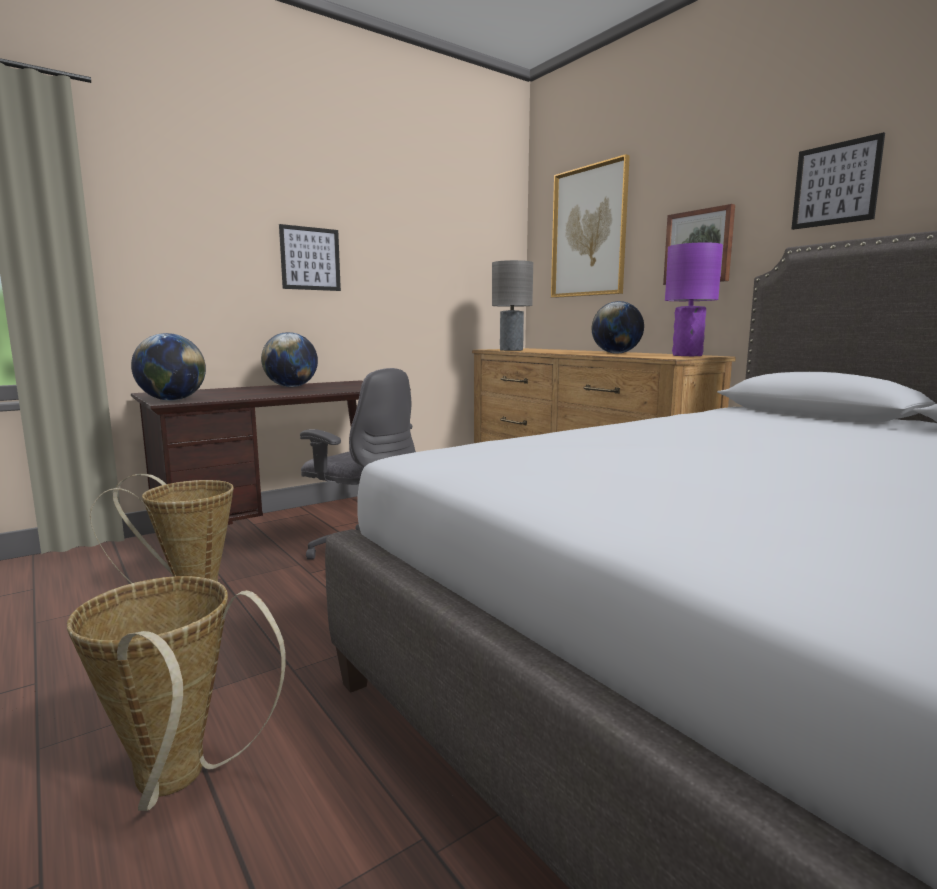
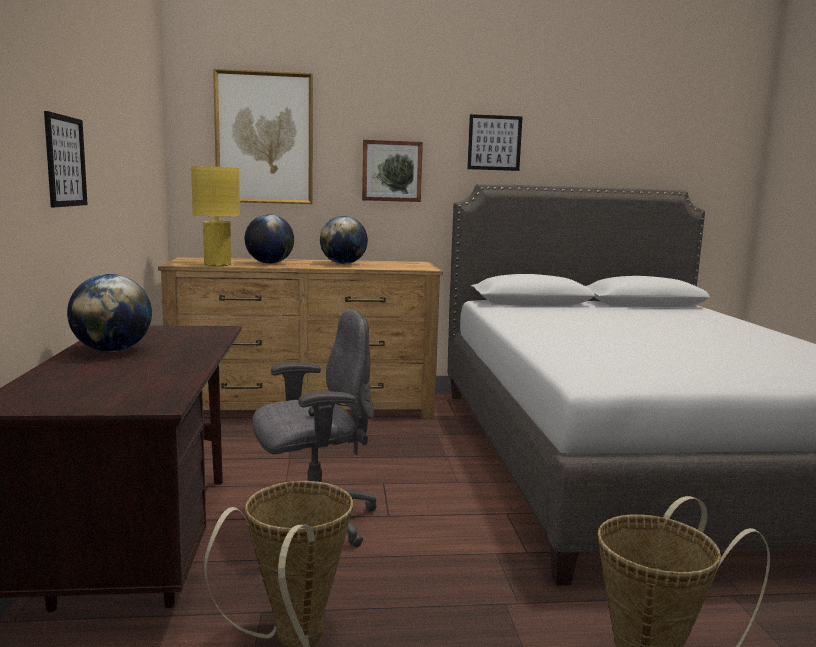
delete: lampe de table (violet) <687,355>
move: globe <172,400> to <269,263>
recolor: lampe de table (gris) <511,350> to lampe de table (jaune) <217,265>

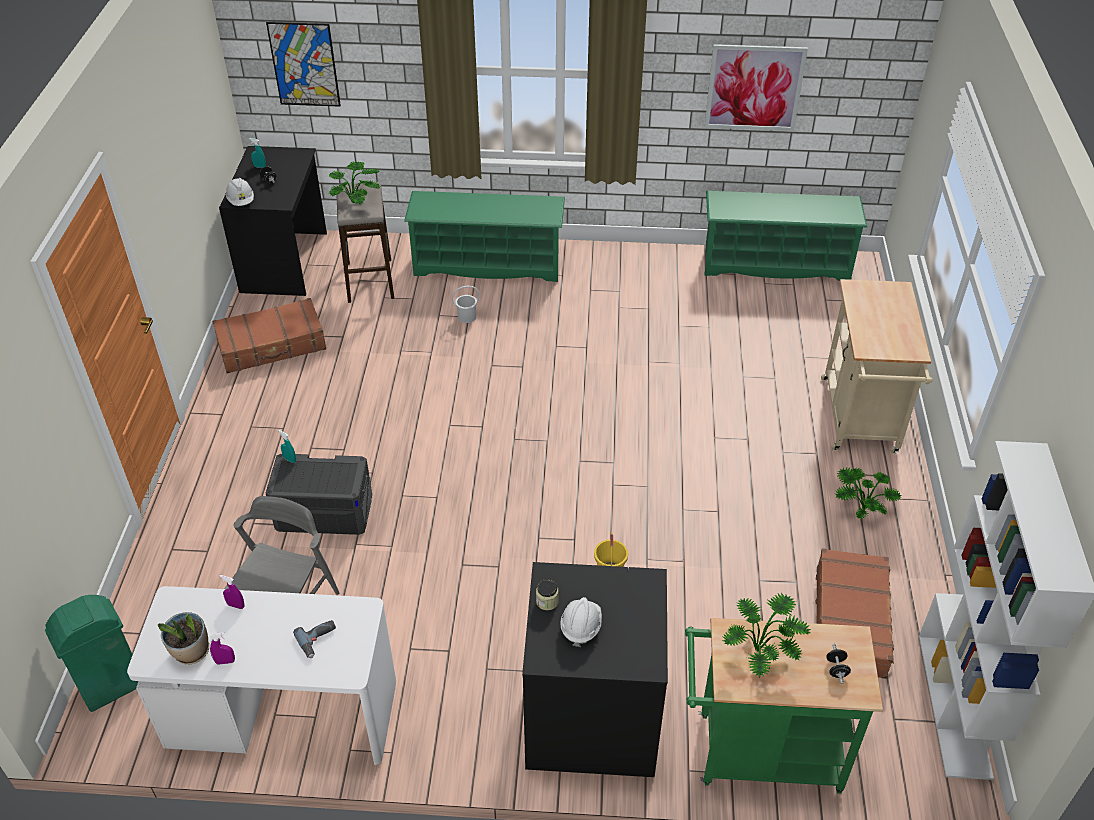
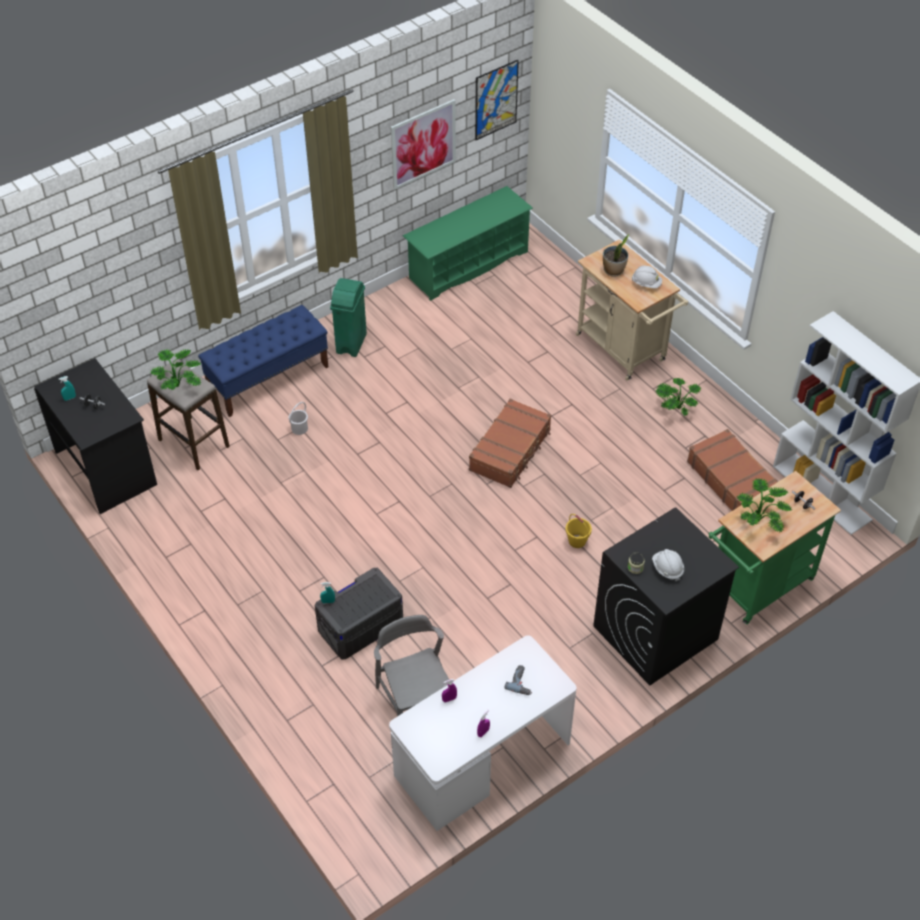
move: poubelle (vert) <111,686> to <351,344>; plante en pot <191,652> to <614,271>; valise (marron) <272,345> to <511,450>; casque de chantier (blanc) <241,201> to <646,284>; tableau <304,64> to <496,100>
replace: étagère à chaussures (vert) <488,264> to banc (bleu) <268,378>

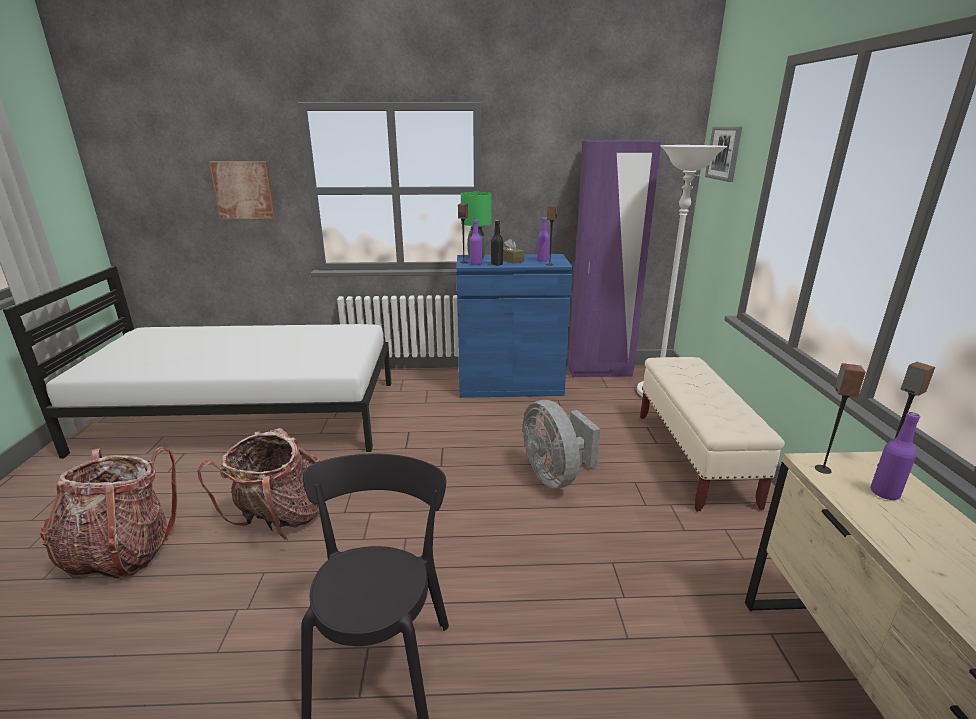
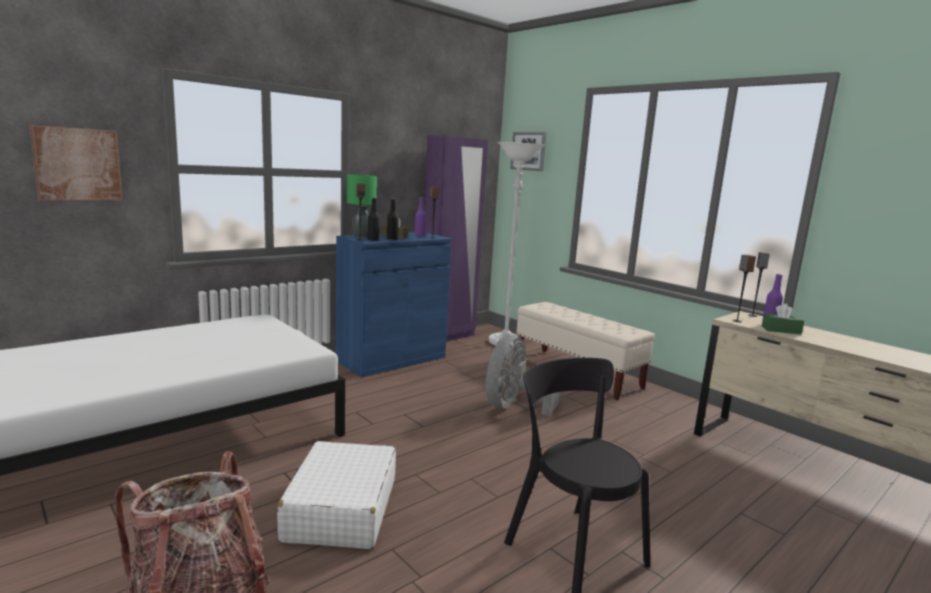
insert: boîte à mouchoirs (vert) <781,330>
replace: sac à dos <281,519> to valise (blanc) <341,509>
recolor: bouteille (violet) <476,263> to bouteille (noir) <373,240>
rotate: ventilateur (gris) <555,475> = <513,407> 90 degrees clockwise

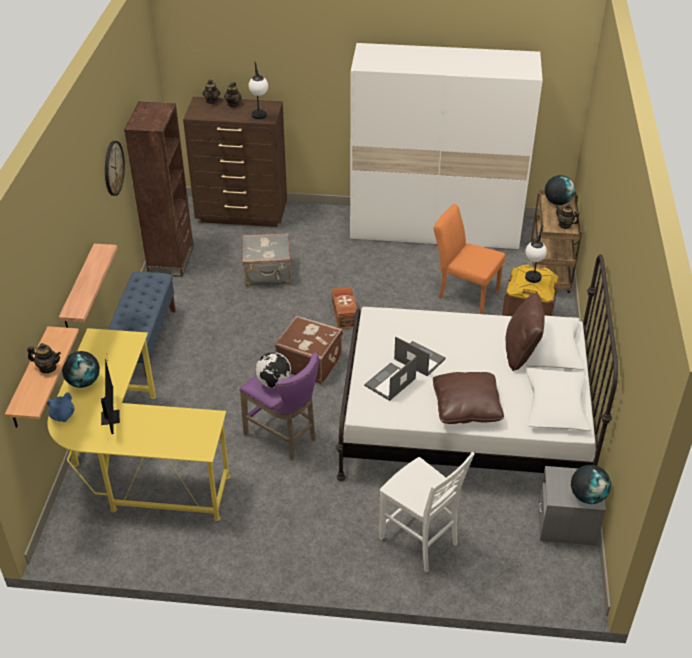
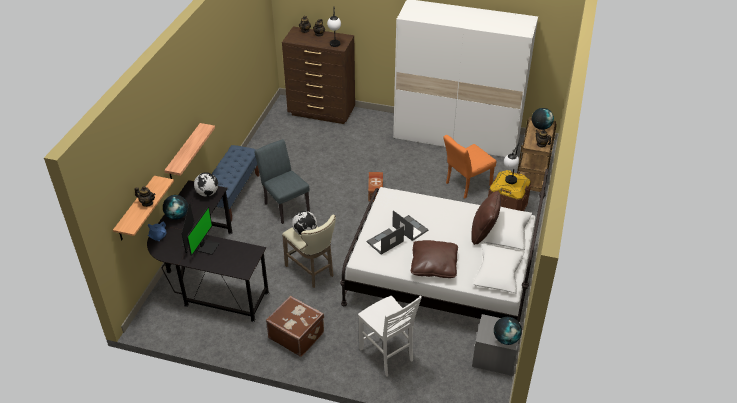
delete: horloge murale <113,168>; bibliothèque (marron) <171,260>; valise (gris) <268,274>
insert: écran d'ordinateur <207,247>; globe <207,193>; chaise (gris) <284,205>
move: valise (marron) <309,362> to <296,335>
recolor: bureau (jaune) <135,464> to bureau (noir) <208,276>; tabouret (violet) <284,437> to tabouret (beige) <312,271>
rotate: chaise (orange) <464,292> = <465,185> 75 degrees counterclockwise

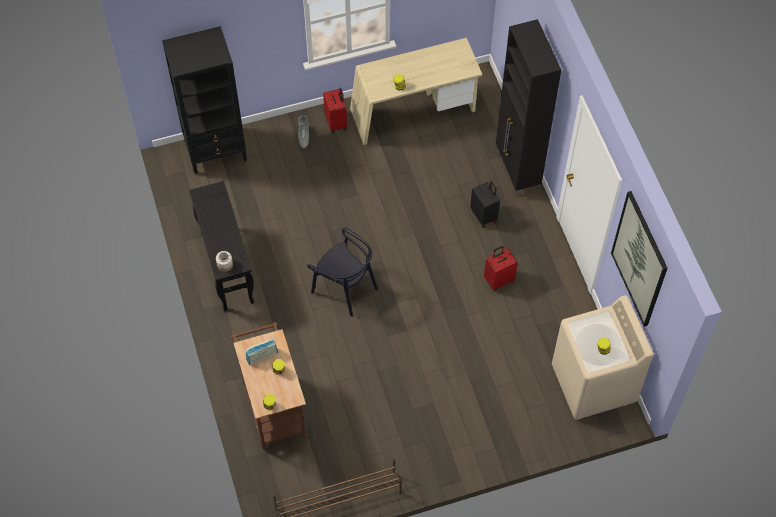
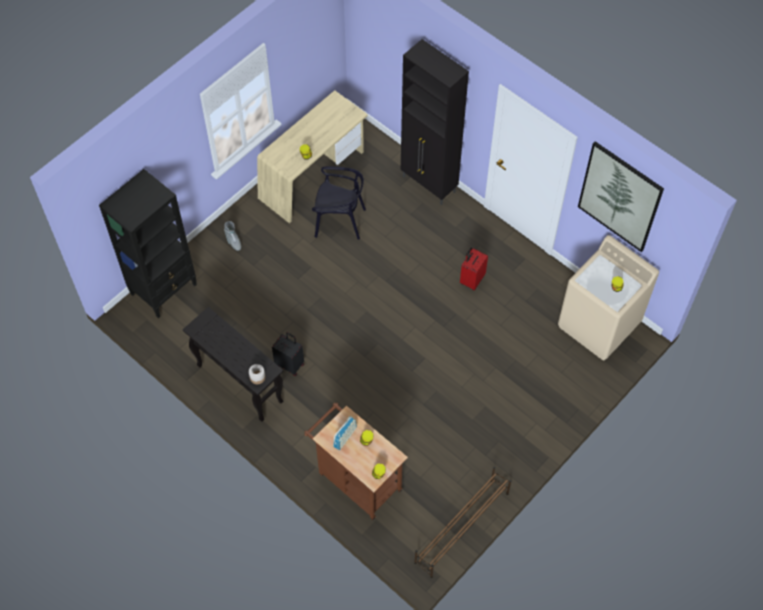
delete: valise (rouge) <336,122>
move: chaise (noir) <345,288> to <339,221>; valise (noir) <484,215> to <290,364>

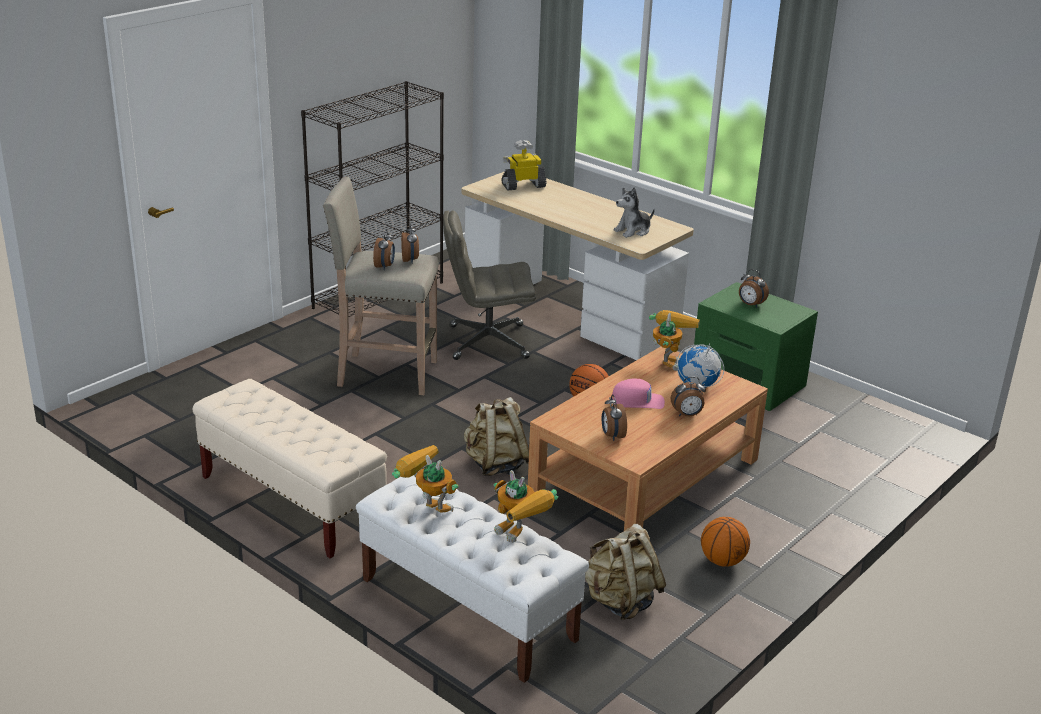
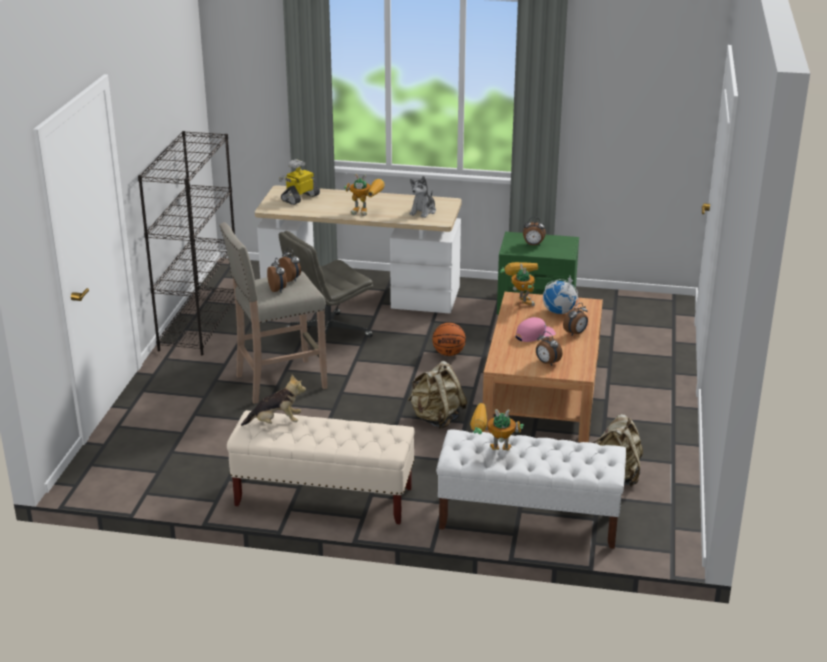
delete: ballon de basket <722,561>
insert: peluche <276,423>
move: robot jouet <521,536> to <367,212>

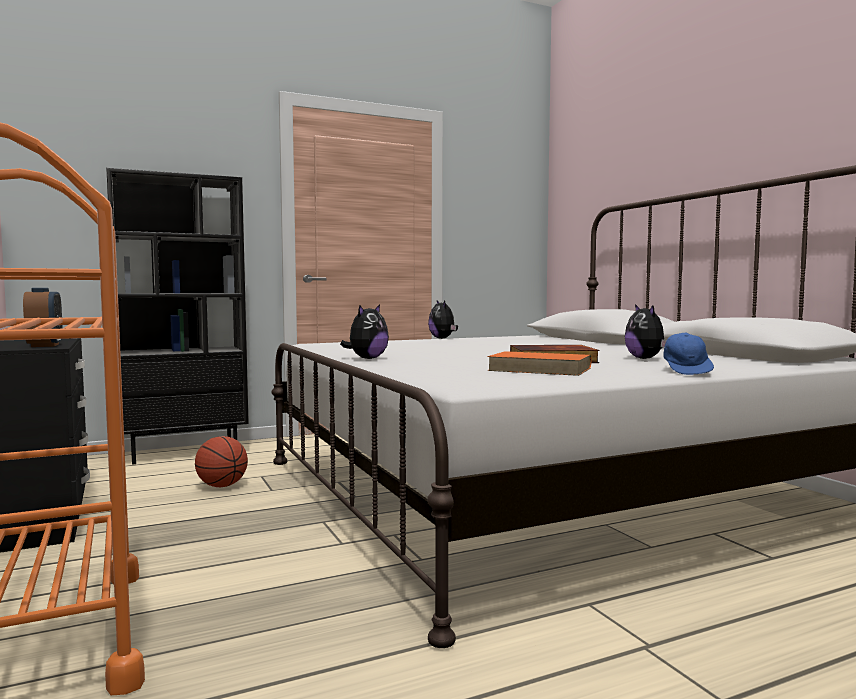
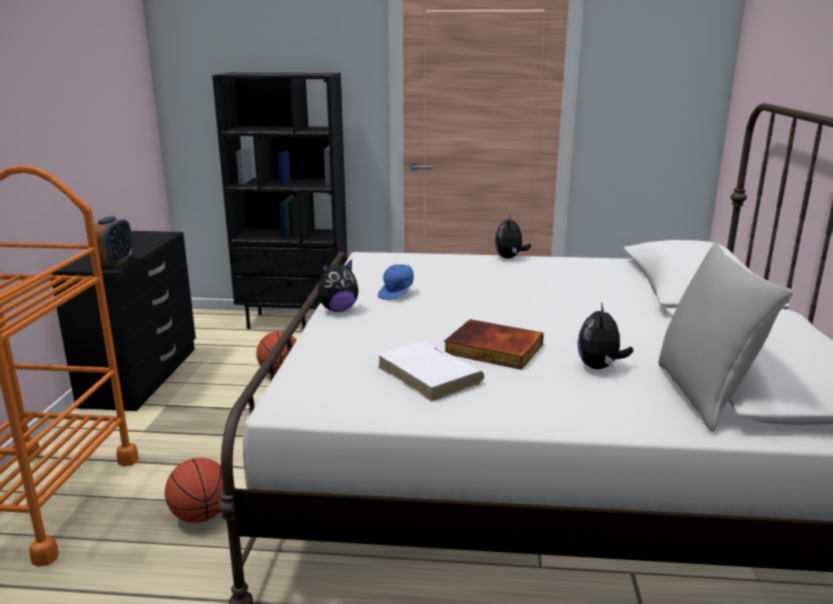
insert: ballon de basket <201,516>; coussin (gris) <703,395>
move: casquette (bleu) <686,371> to <397,293>
recolor: livre (orange) <541,369> to livre (blanc) <430,375>

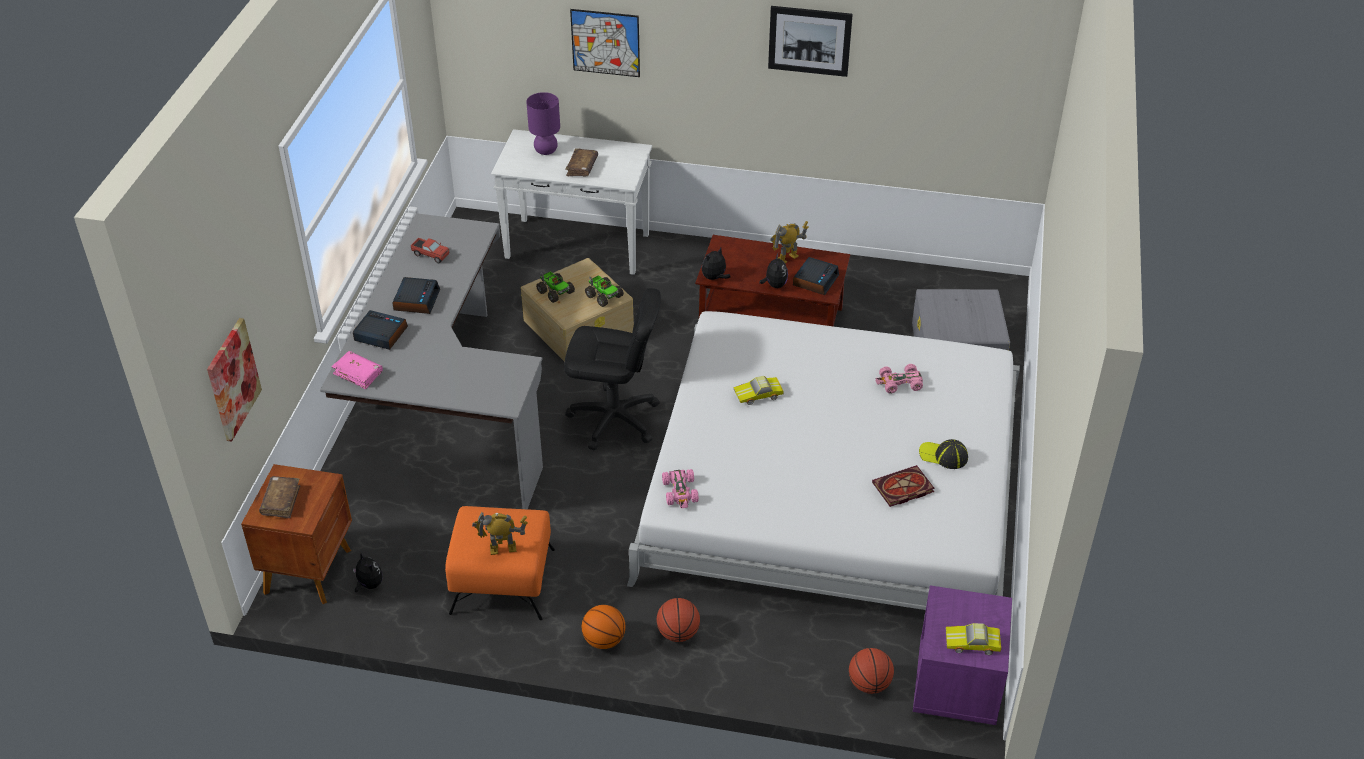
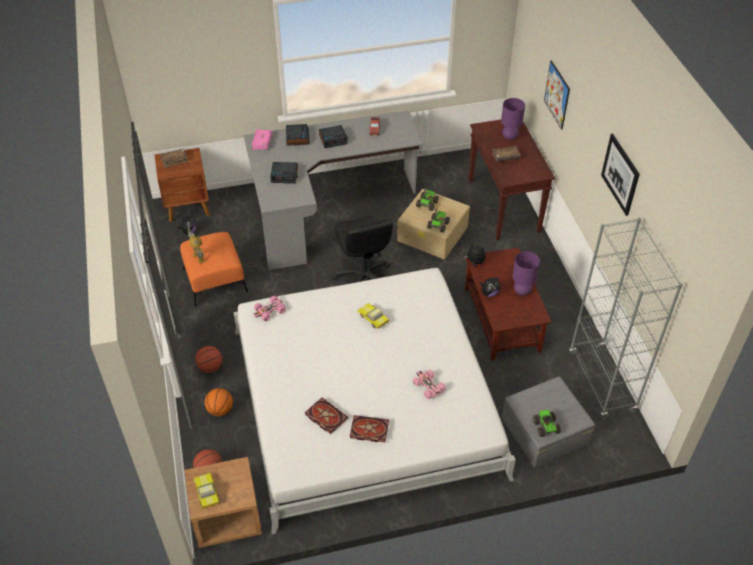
delete: tableau <233,379>
insert: camion jouet <546,427>; bibliothèque (gris) <602,382>
move: ballon de basket <604,640> to <220,410>; réveil <815,280> to <284,175>
replace: robot jouet <787,258> to lampe de table (violet) <521,291>; casquette <943,456> to livre <368,430>
recolor: table console (blanc) <579,246> to table console (marron) <504,206>; table de chevet (violet) <956,685> to table de chevet (marron) <227,519>

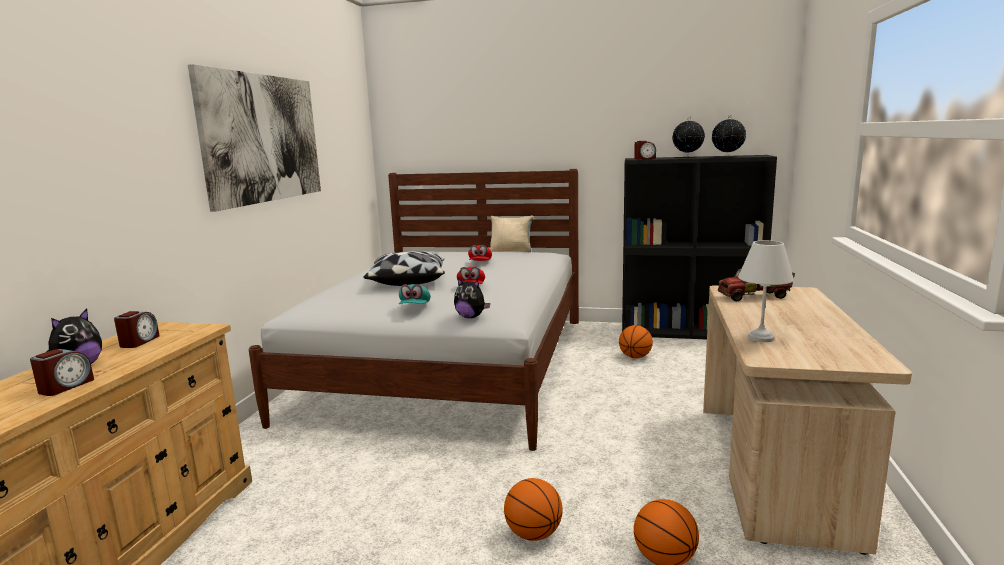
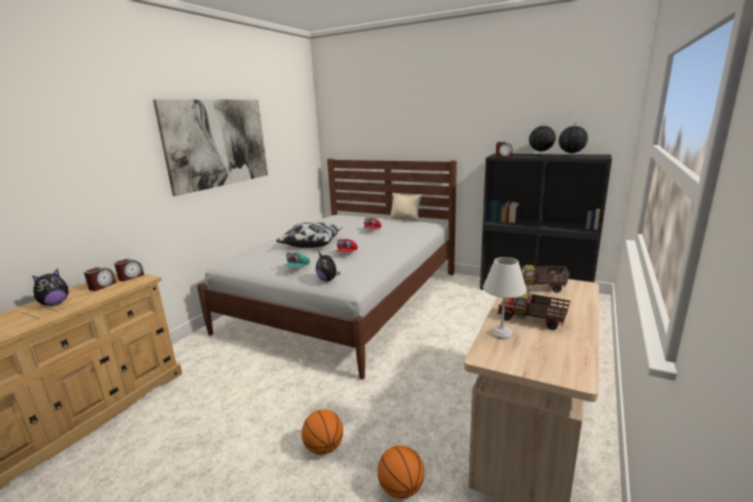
delete: ballon de basket <635,357>
insert: camion jouet <532,320>
move: réveil <66,386> to <131,277>

